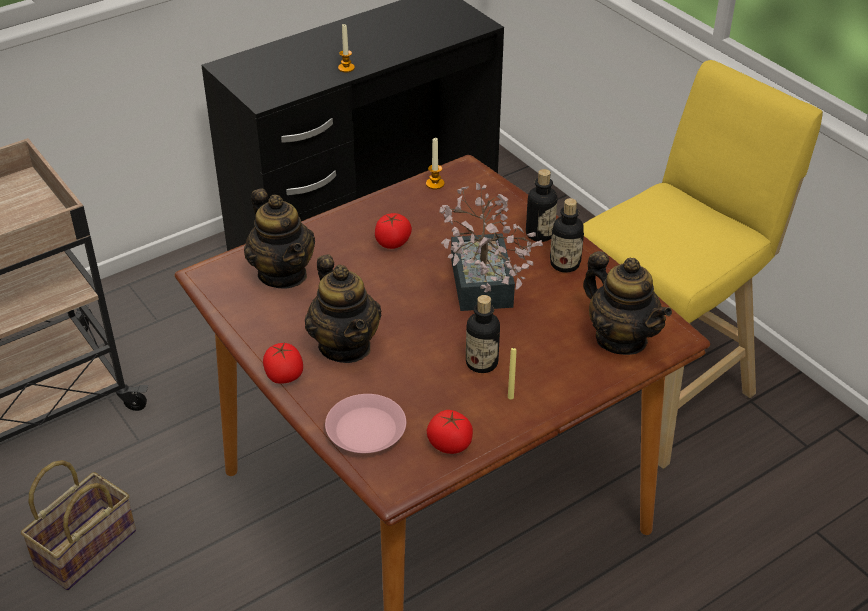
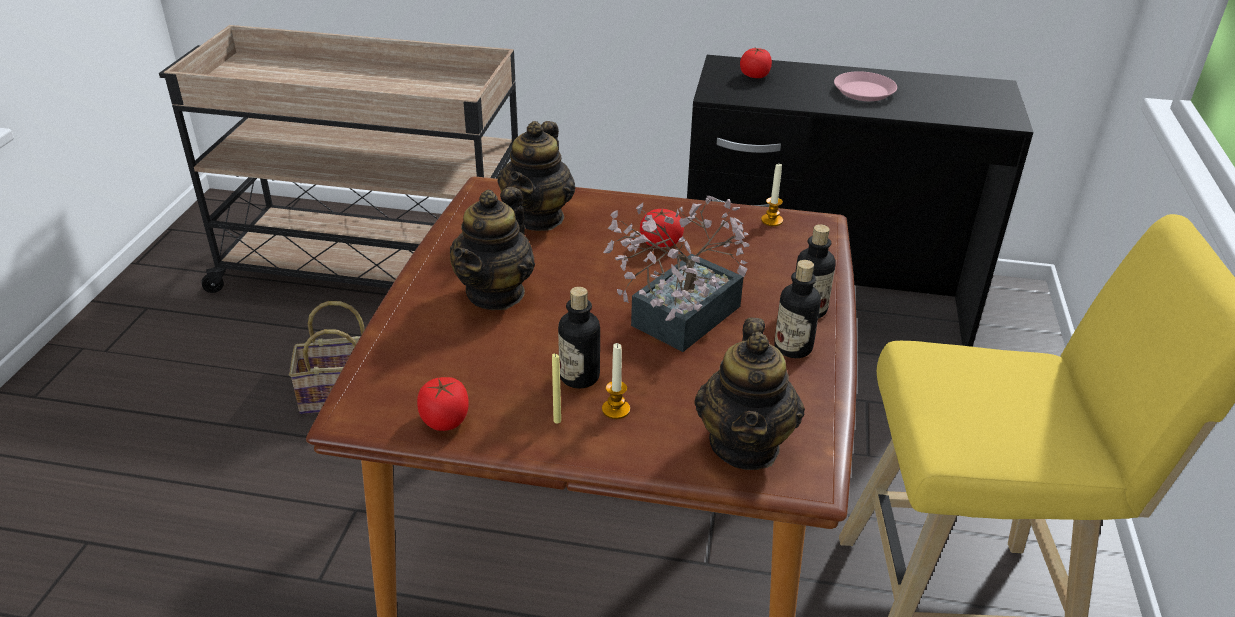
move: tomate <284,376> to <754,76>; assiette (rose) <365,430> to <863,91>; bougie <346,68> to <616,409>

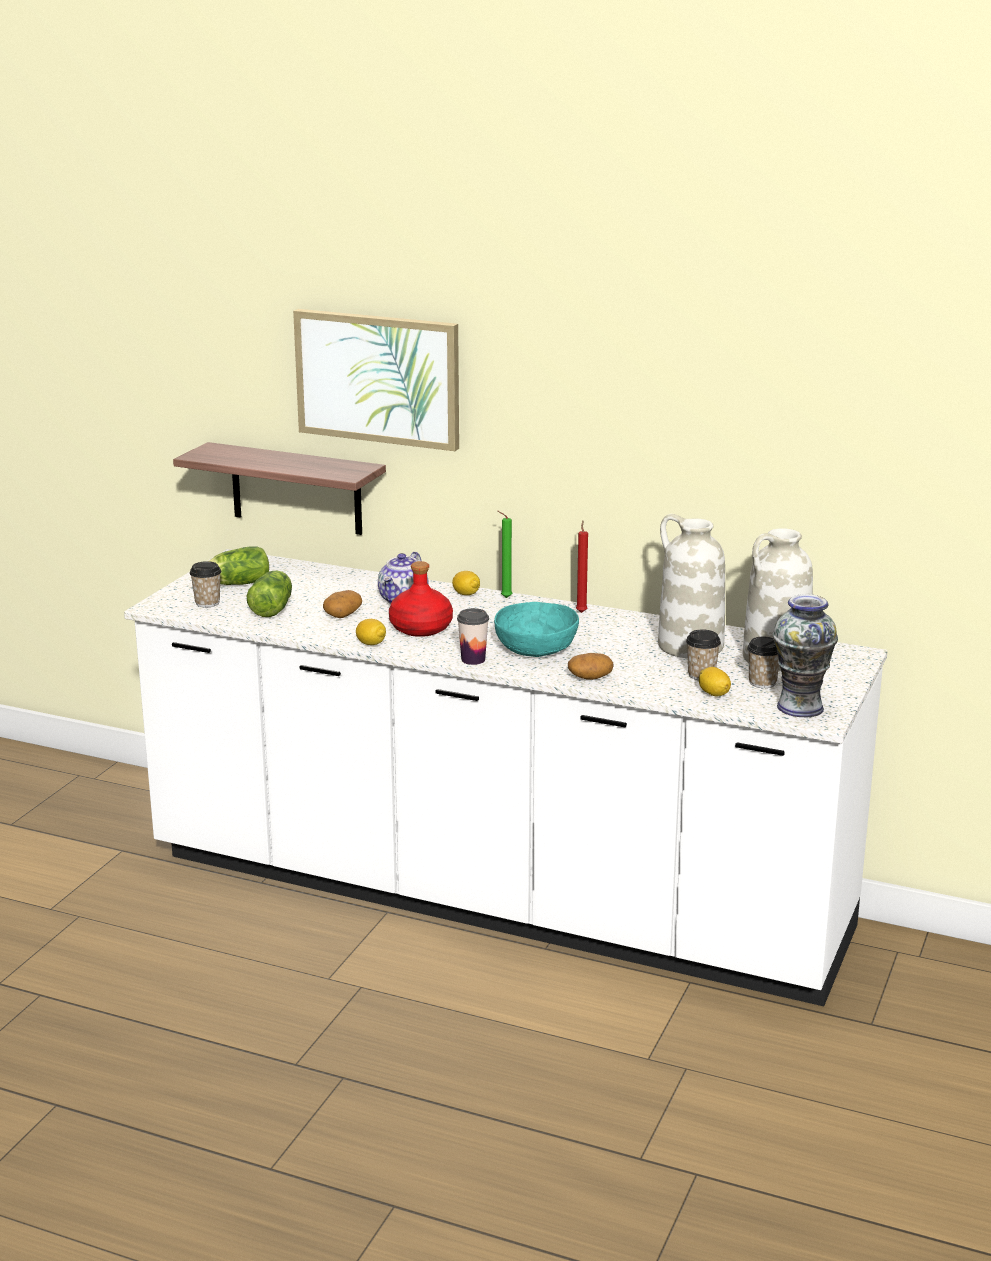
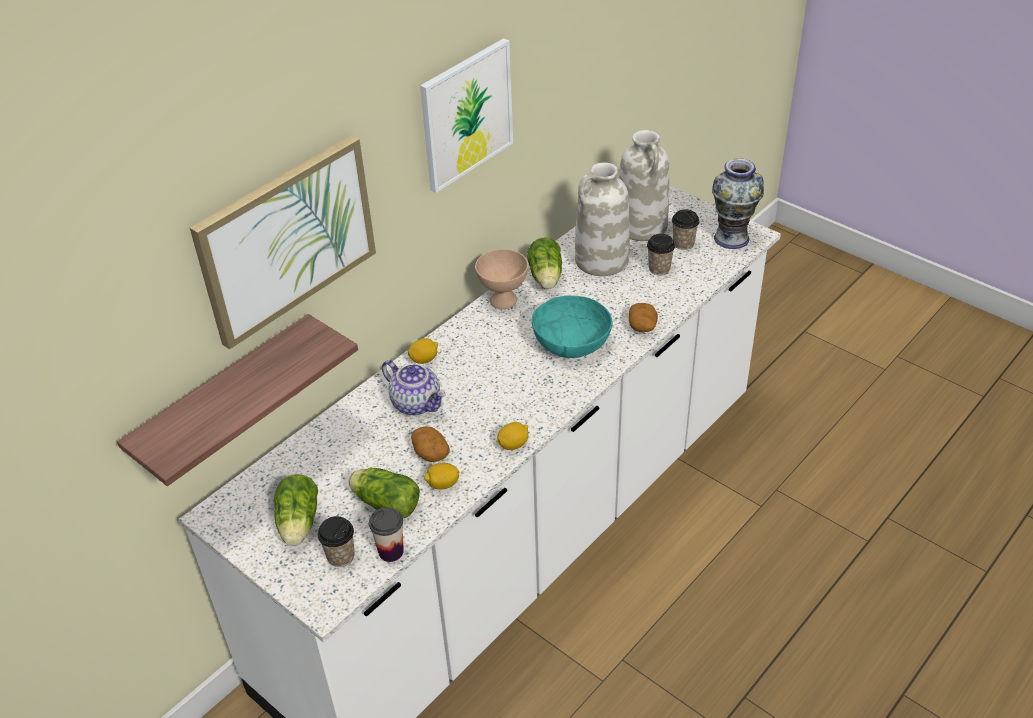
delete: bouteille (rouge) <421,628>; bougie (vert) <504,598>
insert: tableau <466,114>; laitue <546,278>
move: tasse <473,659> to <391,551>; citron <713,694> to <442,484>
replace: bougie (rouge) <581,612> to bol (beige) <503,300>

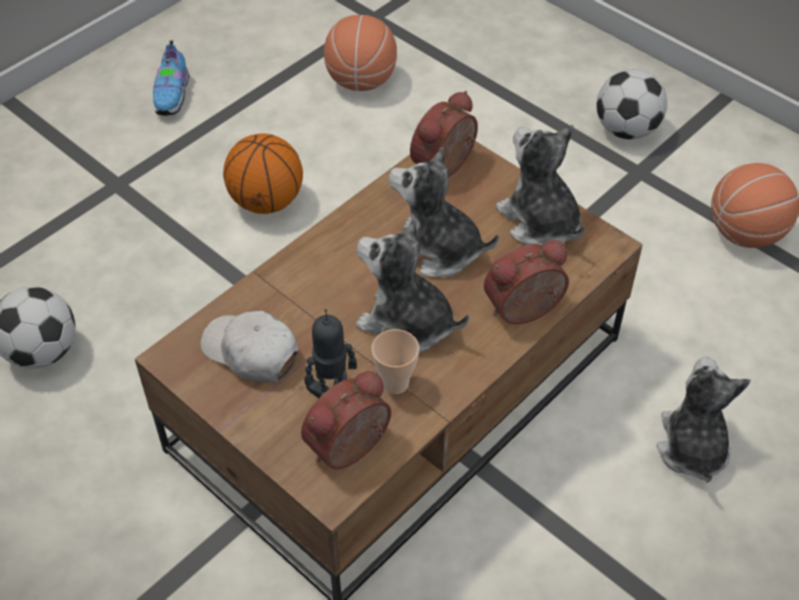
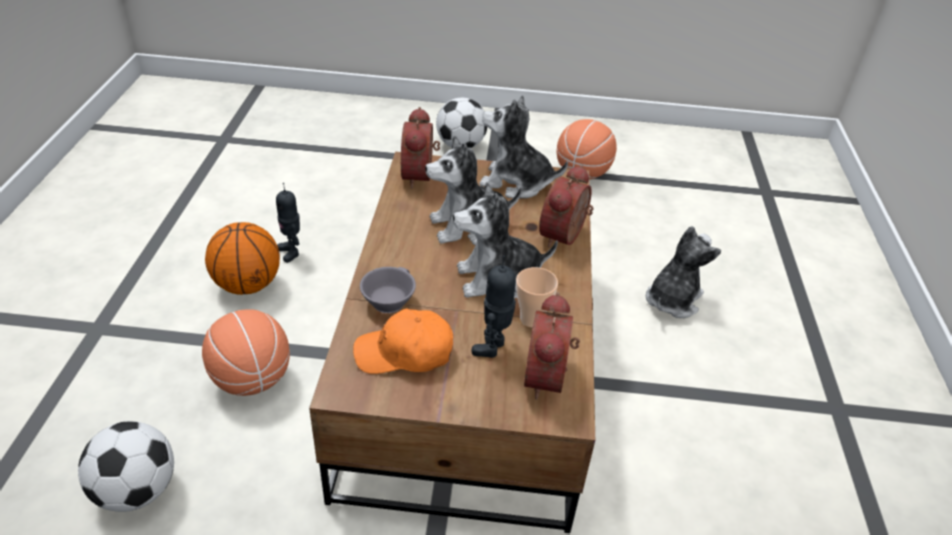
delete: chaussure <173,95>
insert: robot jouet <291,252>; tasse (gris) <387,300>
move: ballon de basket <361,81> to <252,379>
recolor: casquette (blanc) <251,352> to casquette (orange) <405,353>
rotate: peluche <692,447> = <672,300> 75 degrees clockwise

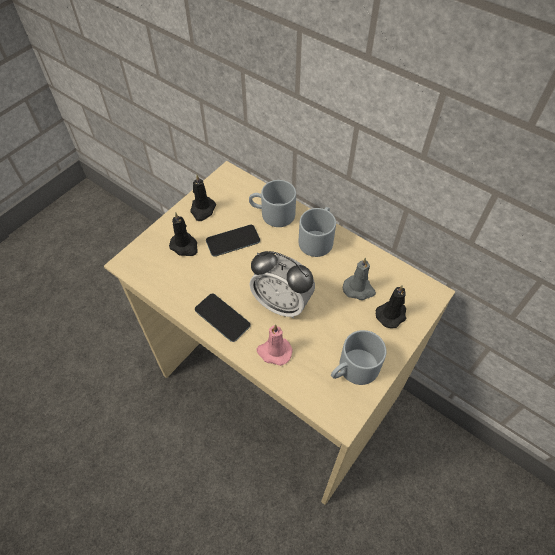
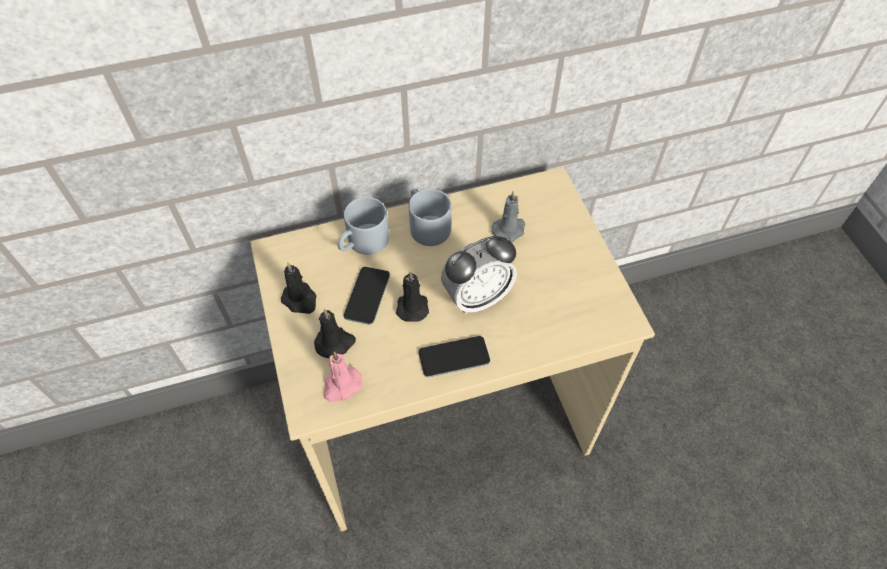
delete: mug (gris) <353,370>
move: bougie (rose) <274,352> to <341,385>; bougie (noir) <392,314> to <412,306>

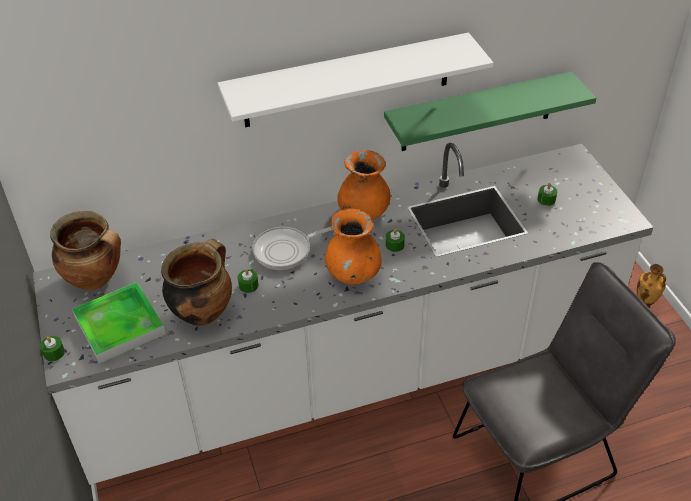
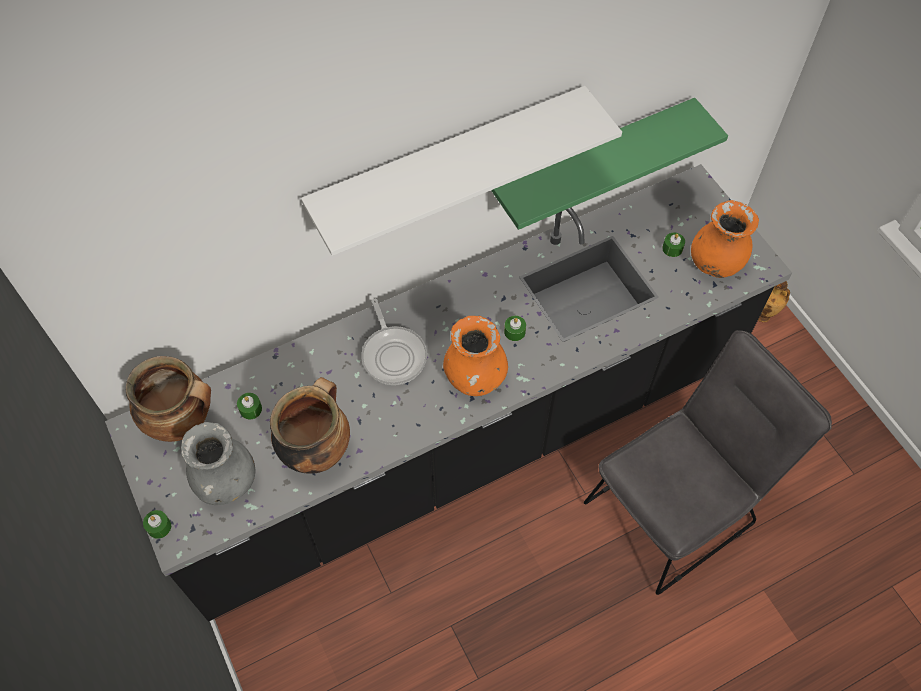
move: bougie (vert) <248,285> to <250,409>; vase (orange) <363,212> to <716,263>
replace: plateau <120,325> to vase (gris) <226,481>
recolor: comptoir de cuisine (blanc) <348,374> to comptoir de cuisine (noir) <460,442>
rotate: poêle <286,250> = <393,354> 75 degrees counterclockwise

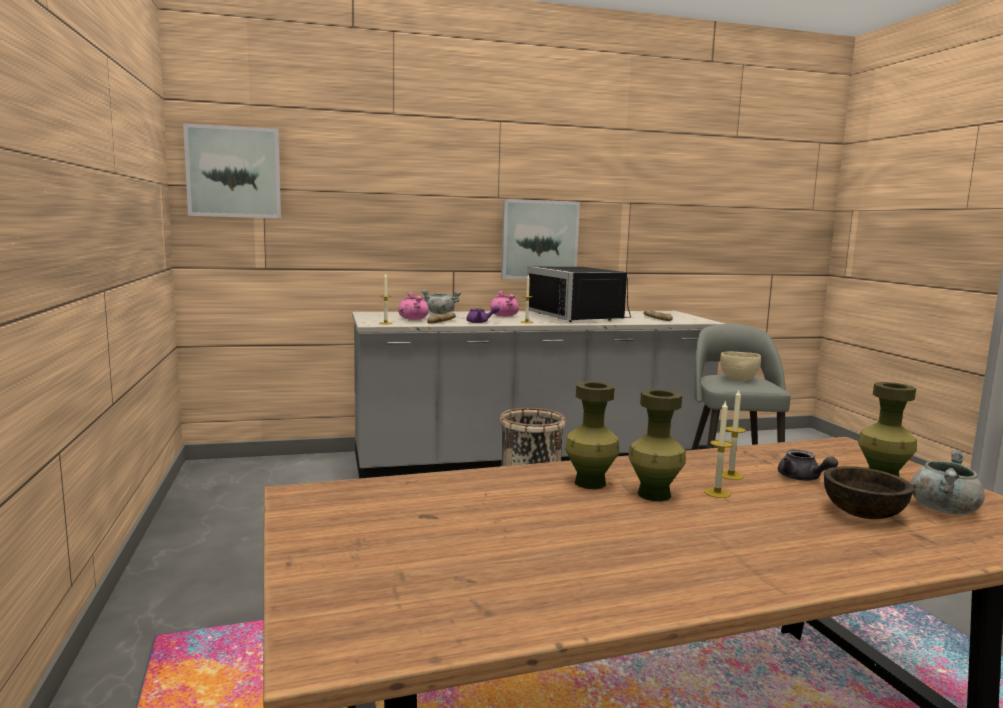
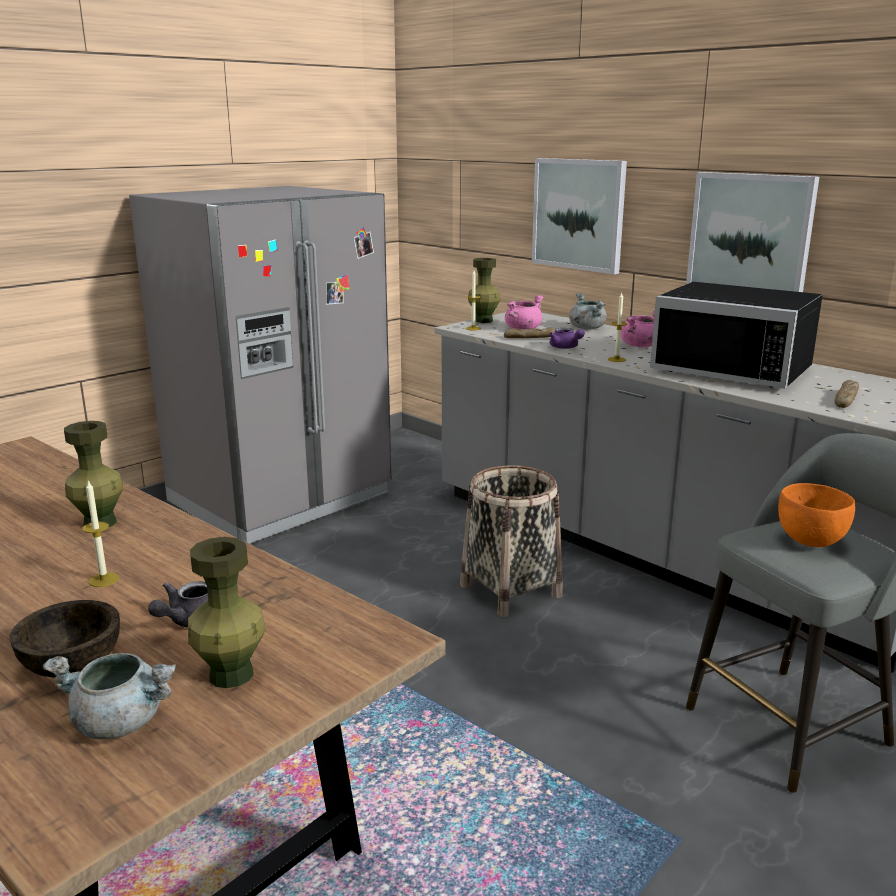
delete: bougie <730,475>
insert: réfrigérateur (gris) <280,498>
move: tableau <234,172> to <579,214>; vase (vert) <654,494> to <484,320>
recolor: bol (beige) <738,380> to bol (orange) <810,541>
rotate: micro-ondes (noir) <580,317> = <735,368> 90 degrees counterclockwise

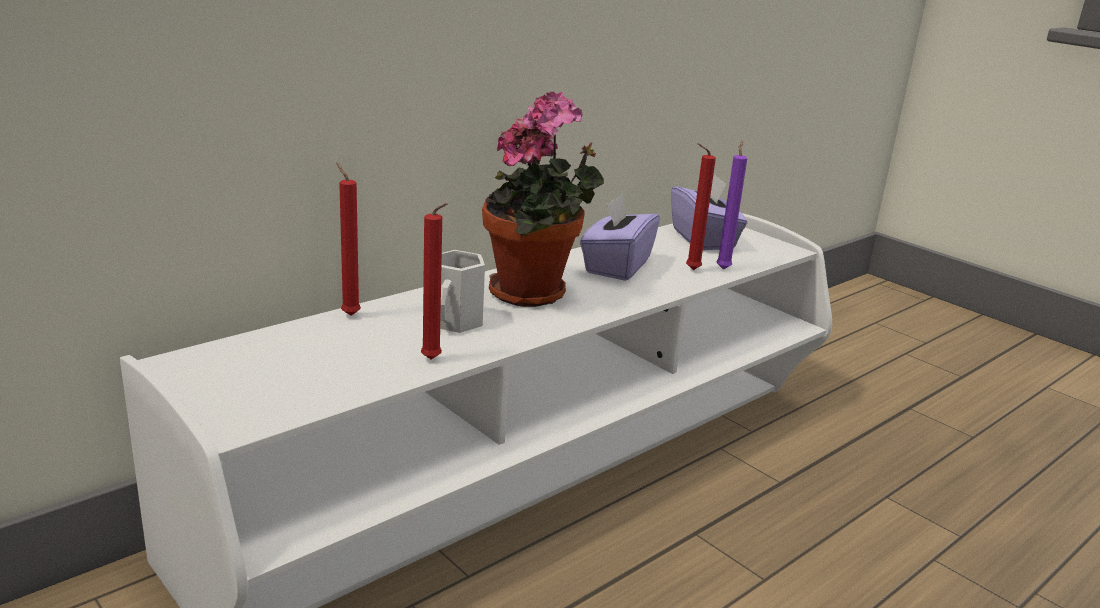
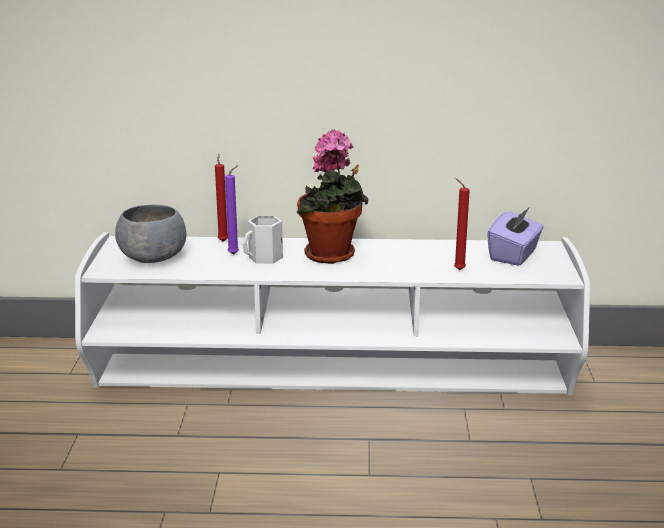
delete: bougie (rouge) <433,360>; boîte à mouchoirs (violet) <616,266>
insert: bol (gris) <154,258>
move: bougie (violet) <723,268> to <235,254>

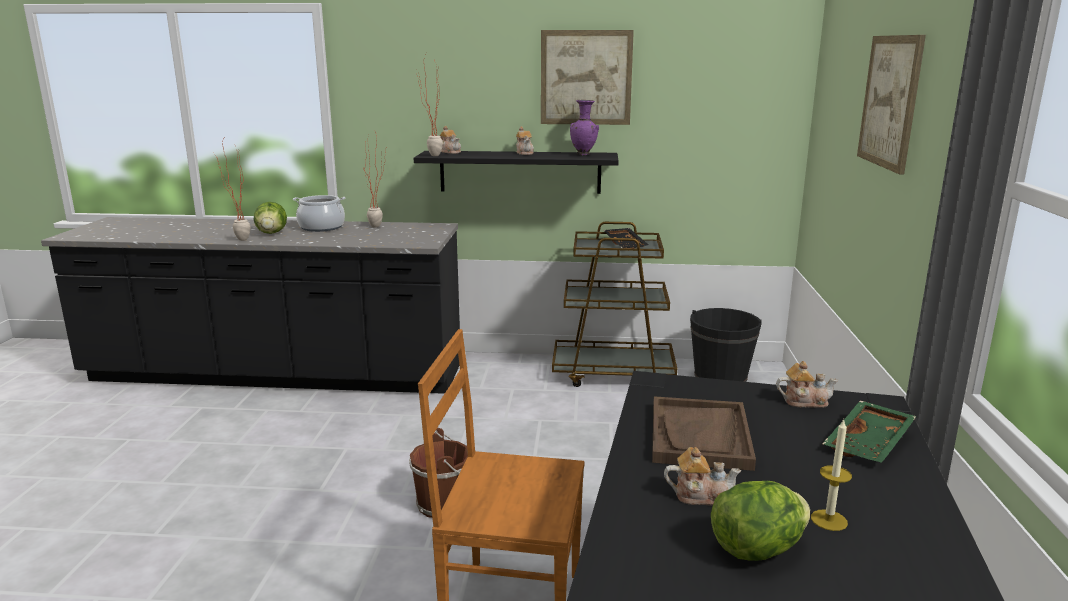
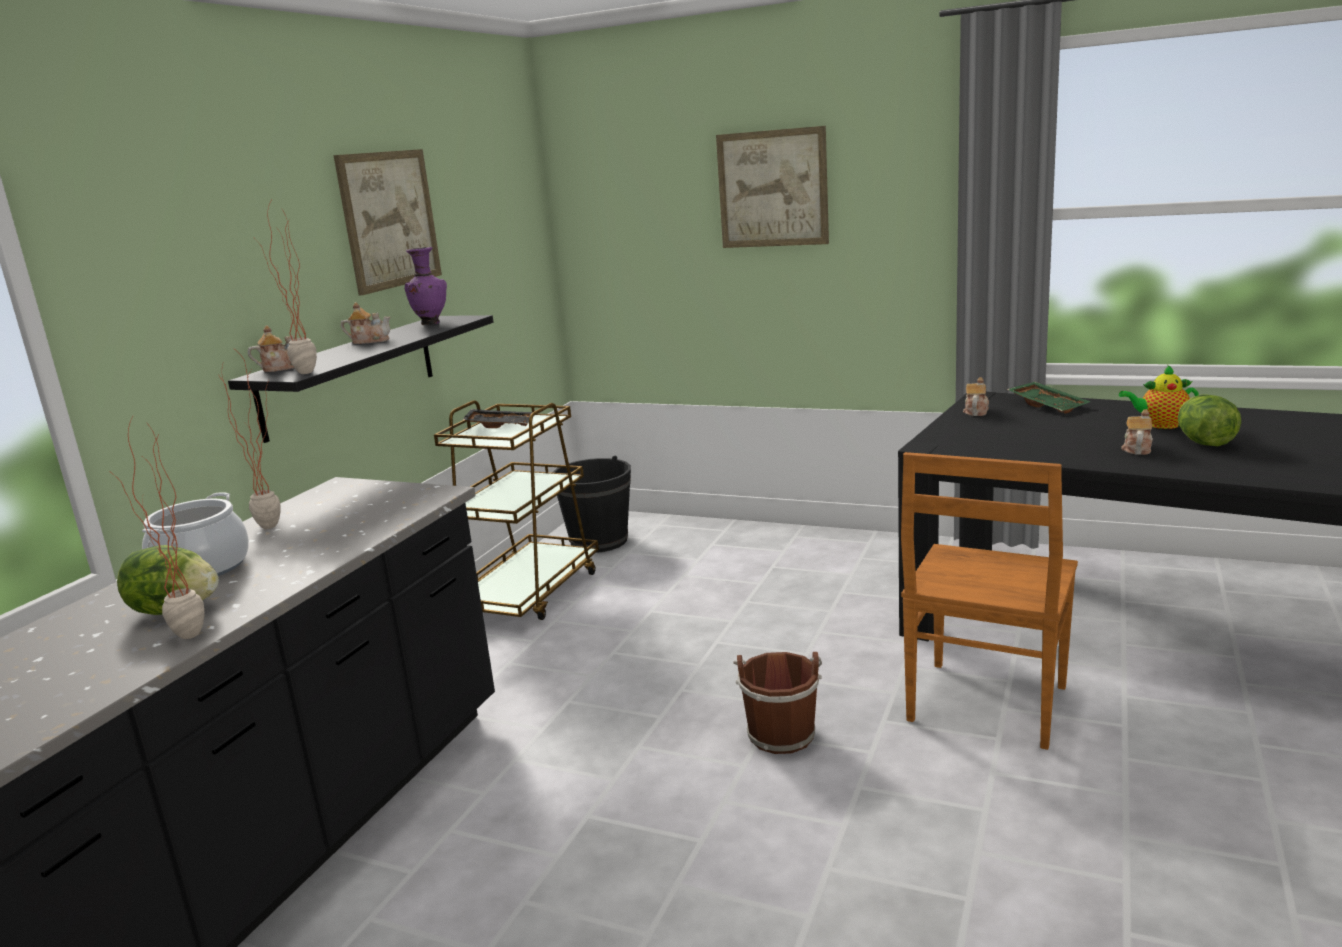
delete: plateau (marron) <700,436>
replace: bougie <829,520> to théière <1160,425>

